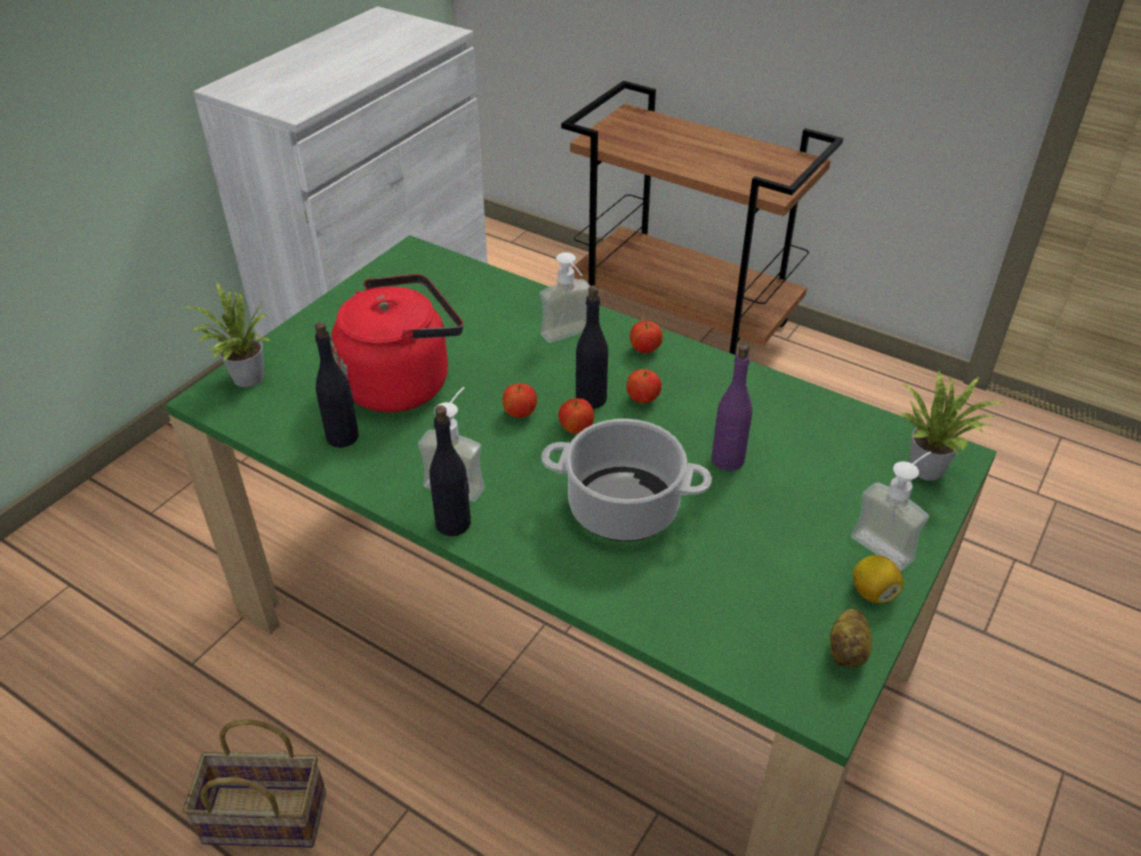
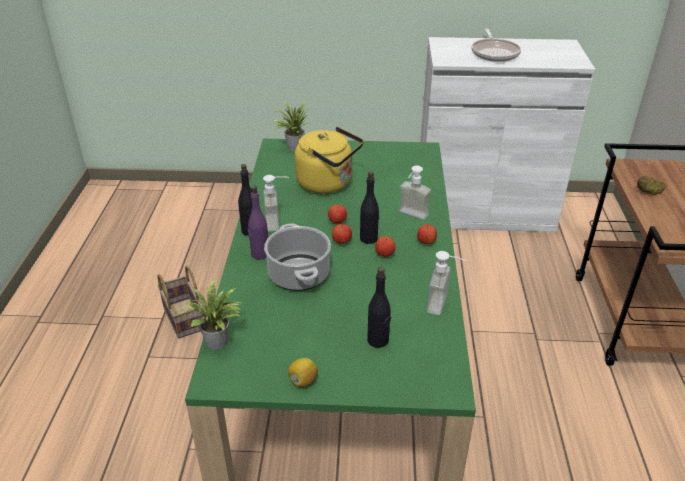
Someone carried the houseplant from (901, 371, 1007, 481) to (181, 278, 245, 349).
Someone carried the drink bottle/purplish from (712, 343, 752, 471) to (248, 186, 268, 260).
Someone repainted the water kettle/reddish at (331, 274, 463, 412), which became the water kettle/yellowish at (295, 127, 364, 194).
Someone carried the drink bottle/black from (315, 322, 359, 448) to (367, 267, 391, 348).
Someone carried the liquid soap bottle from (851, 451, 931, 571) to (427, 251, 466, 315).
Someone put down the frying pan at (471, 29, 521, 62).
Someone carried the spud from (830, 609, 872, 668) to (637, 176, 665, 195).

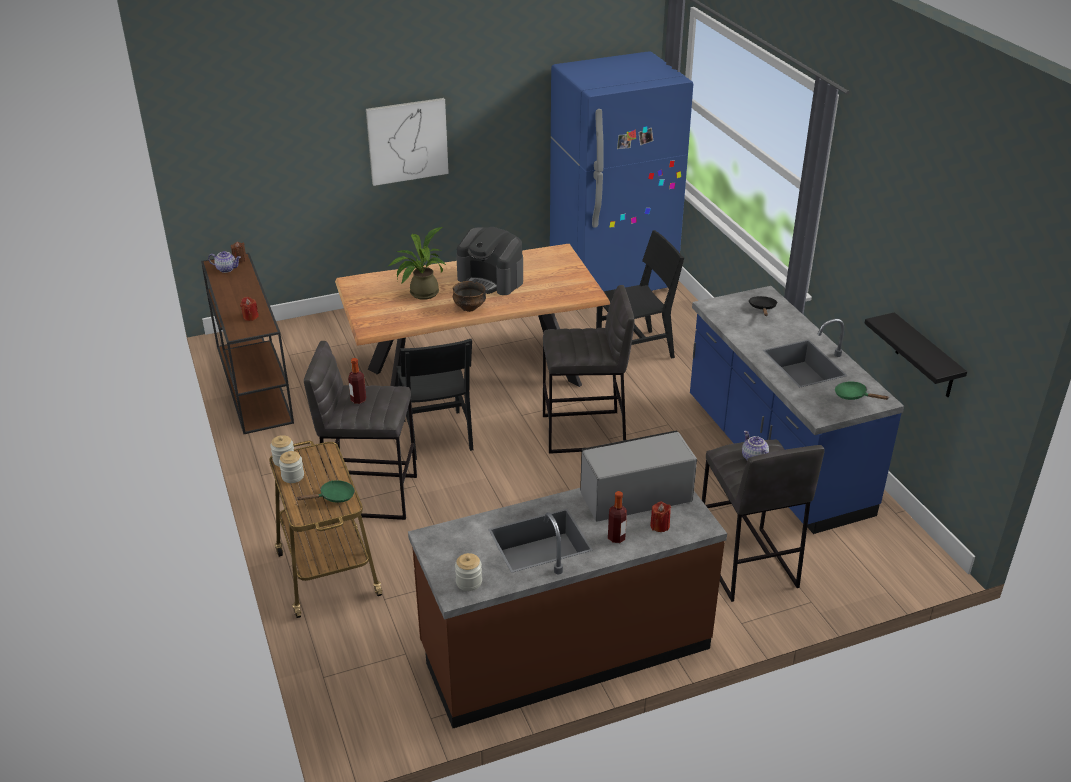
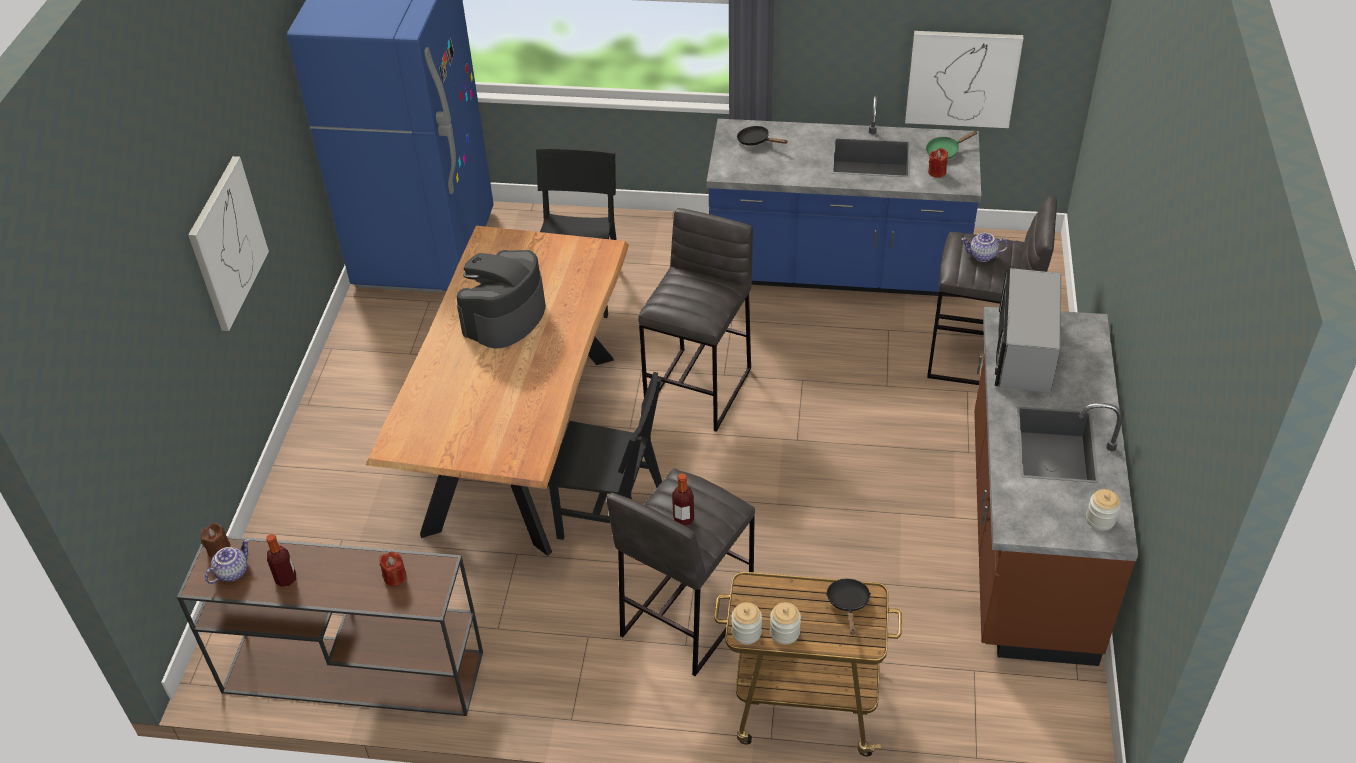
Someone carried the drink bottle from (608, 491, 627, 543) to (266, 534, 296, 587).
Someone rotated the coffee machine at (456, 227, 523, 295) by 150 degrees clockwise.
Someone repainted the frying pan/green-coloured at (296, 480, 355, 503), which became the frying pan/black at (826, 579, 871, 635).
Someone swapped the bracket shelf/black at (864, 312, 967, 397) for the wall picture at (905, 31, 1023, 128).
Someone carried the wax candle/reddish from (650, 502, 671, 532) to (928, 148, 948, 178).
Someone took away the houseplant at (388, 227, 446, 300).
Someone took away the deep dish at (453, 281, 486, 312).

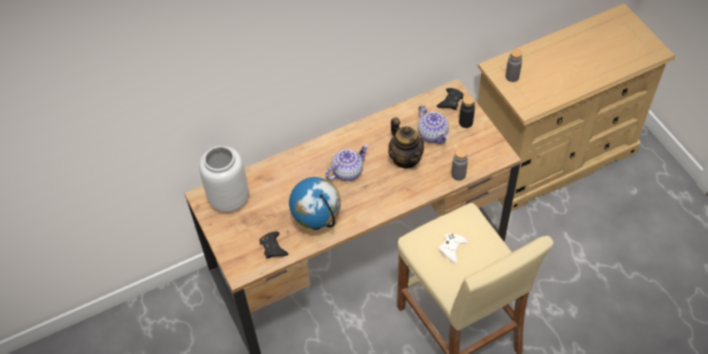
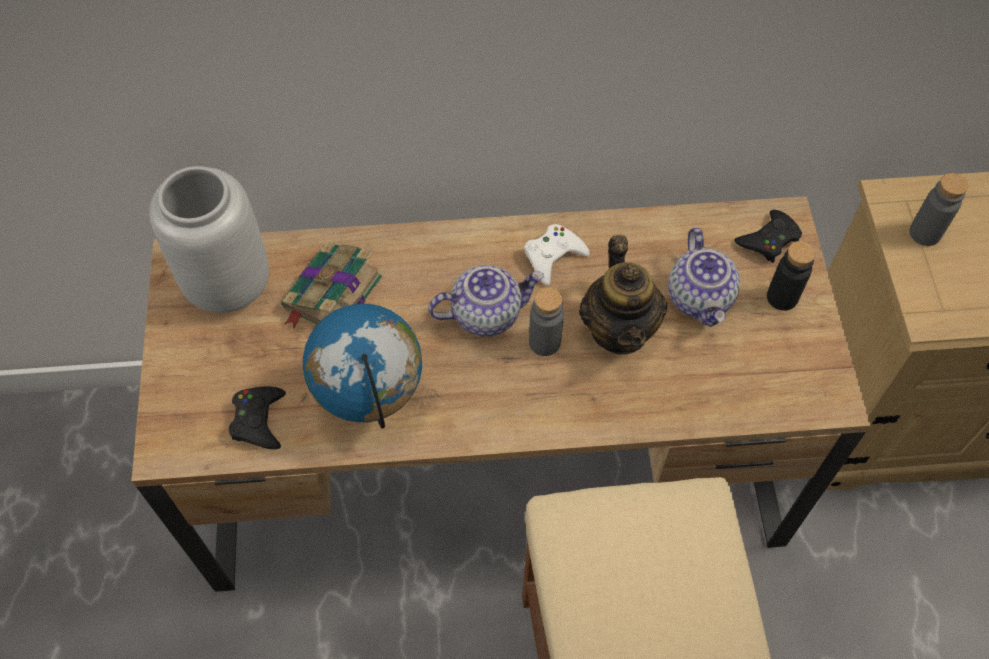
Someone put down the book at (281, 242, 382, 329).
Someone carried the joypad/whitish from (439, 233, 468, 264) to (524, 224, 590, 286).
Someone carried the drink bottle/greyish from (451, 148, 468, 181) to (529, 287, 564, 356).

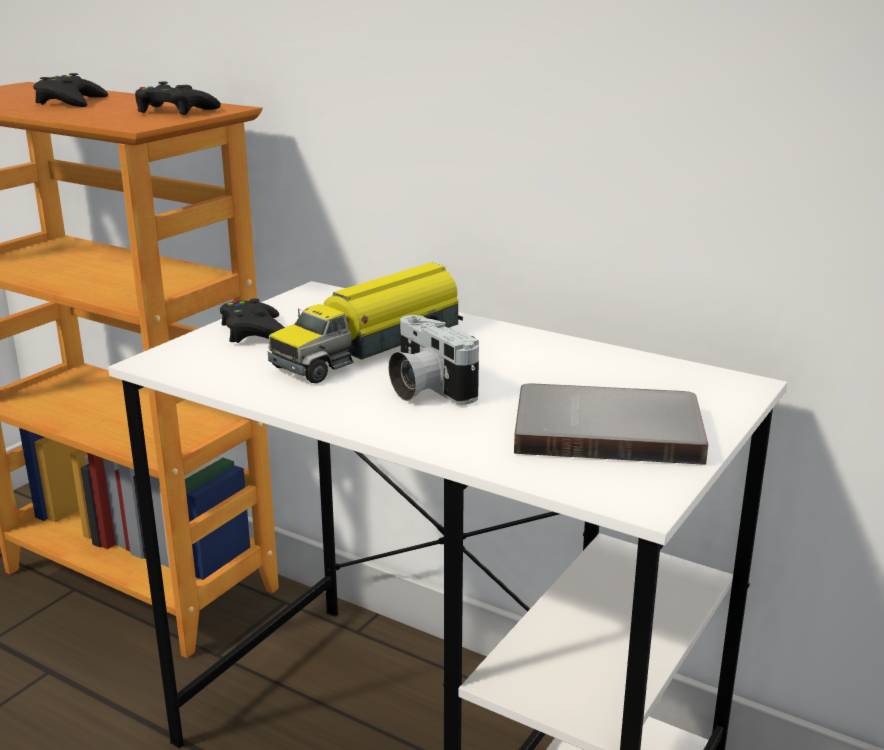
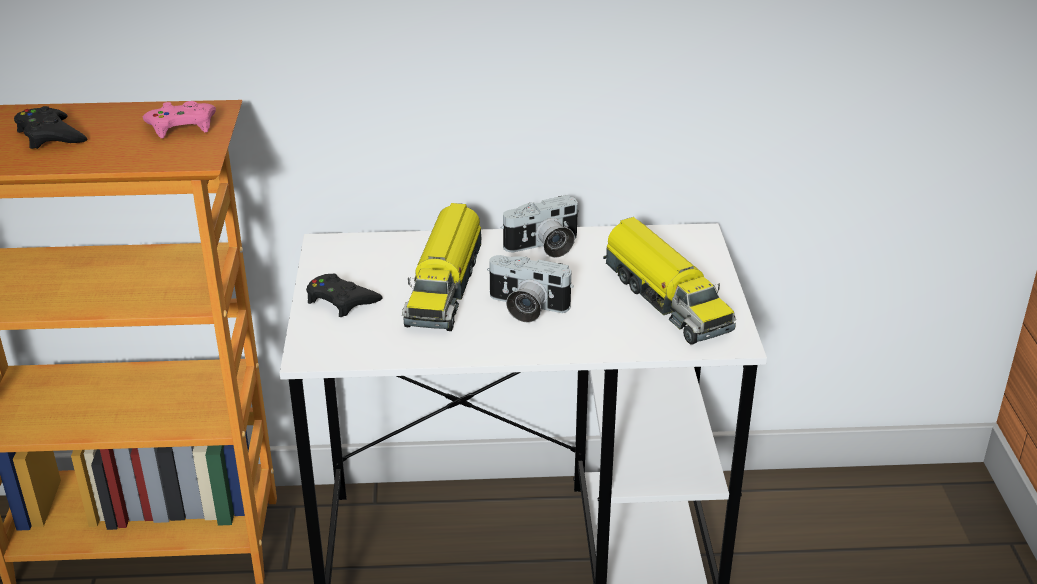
Someone repainted the joypad/black at (135, 82, 221, 115), which became the joypad/pink-coloured at (143, 101, 216, 138).
Someone put down the photo camera at (501, 195, 579, 258).
Someone swapped the book/greyish at (514, 384, 708, 465) for the toy lorry at (603, 217, 736, 345).

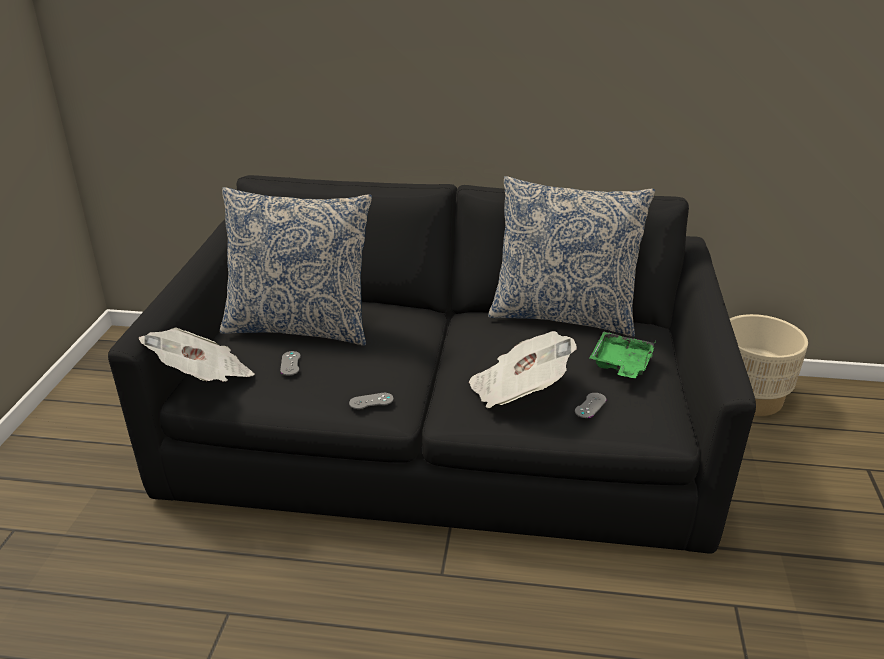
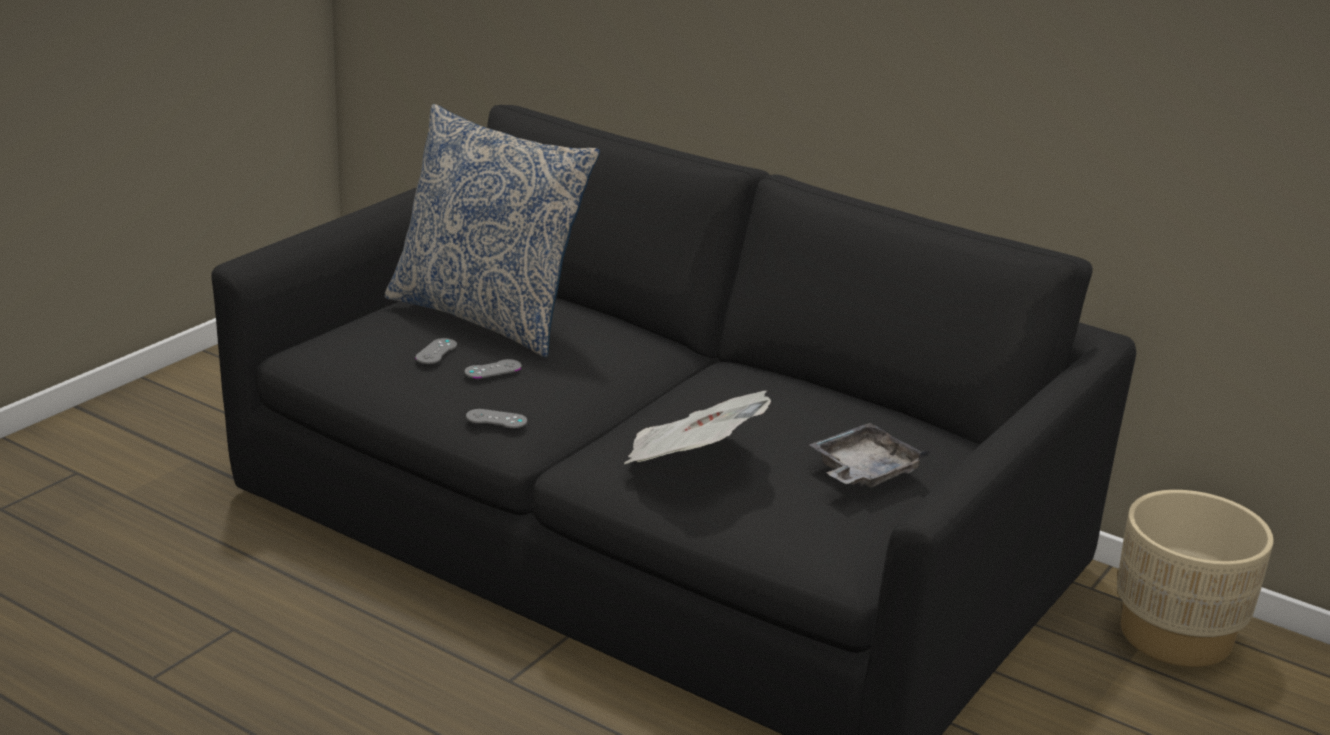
Someone carried the joypad/greyish from (575, 393, 606, 418) to (465, 359, 522, 379).
Someone repainted the serving tray/green-coloured at (590, 331, 657, 378), which became the serving tray/greyish at (809, 423, 931, 487).
Someone took away the newspaper at (139, 327, 255, 382).
Someone took away the throw pillow at (488, 176, 655, 337).

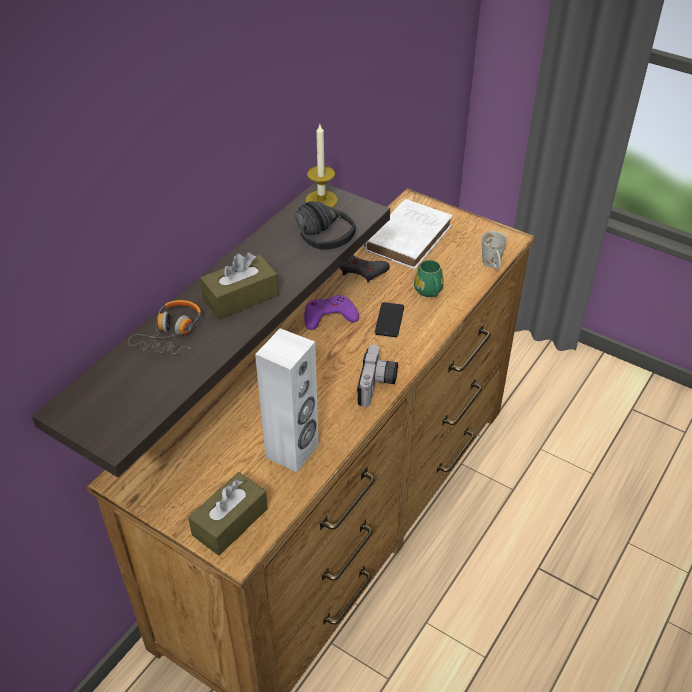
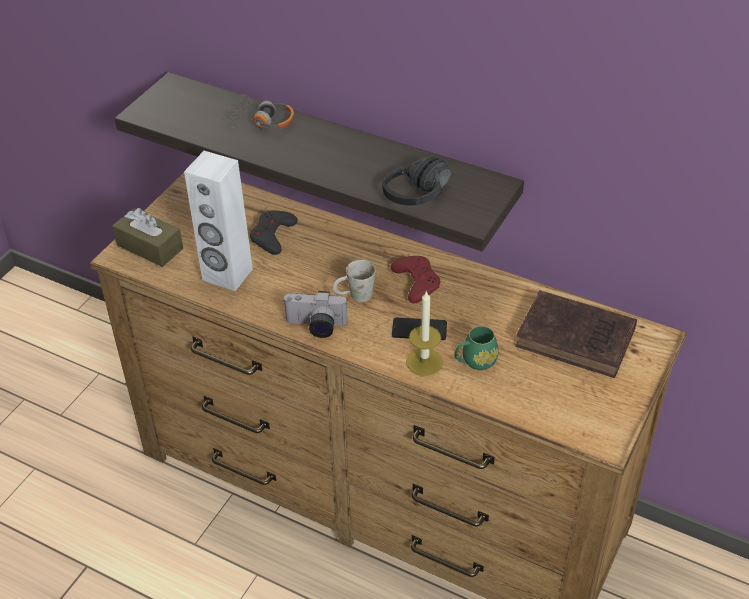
Someone carried the joypad/greyish from (340, 255, 390, 283) to (250, 211, 298, 255).
Someone carried the tea mug/whitish from (482, 231, 507, 270) to (333, 260, 376, 302).
Someone repainted the joypad/purplish at (304, 295, 359, 330), which became the joypad/reddish at (390, 256, 440, 304).
Someone carried the wax candle from (306, 124, 338, 209) to (406, 290, 443, 376).
Someone repainted the book/whitish at (364, 199, 453, 269), which became the book/brown-coloured at (515, 290, 637, 378).
Someone took away the tissue holder/brown-coloured at (200, 253, 279, 320).

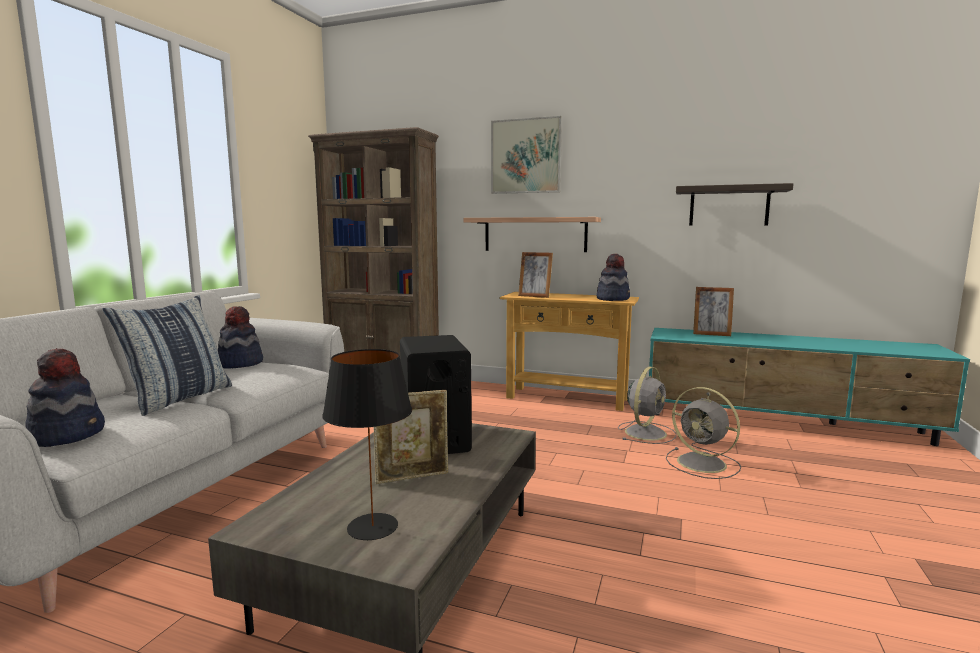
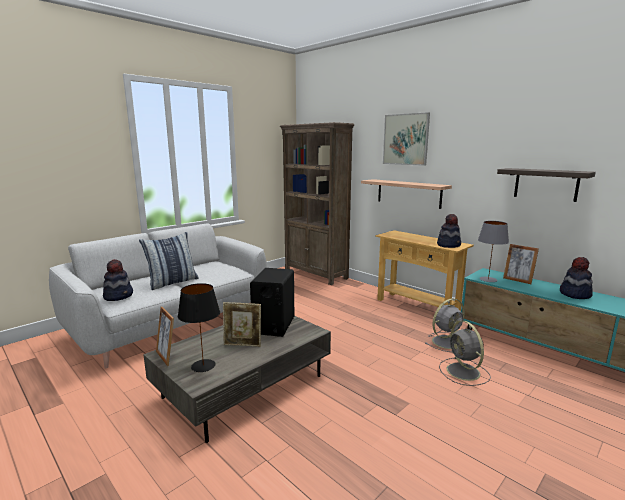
Someone carried the photo frame from (518, 252, 553, 298) to (156, 307, 174, 366).
Someone put down the tabletop lamp/greyish at (478, 221, 509, 282).
Someone carried the wearable hat from (218, 306, 263, 369) to (560, 257, 593, 299).

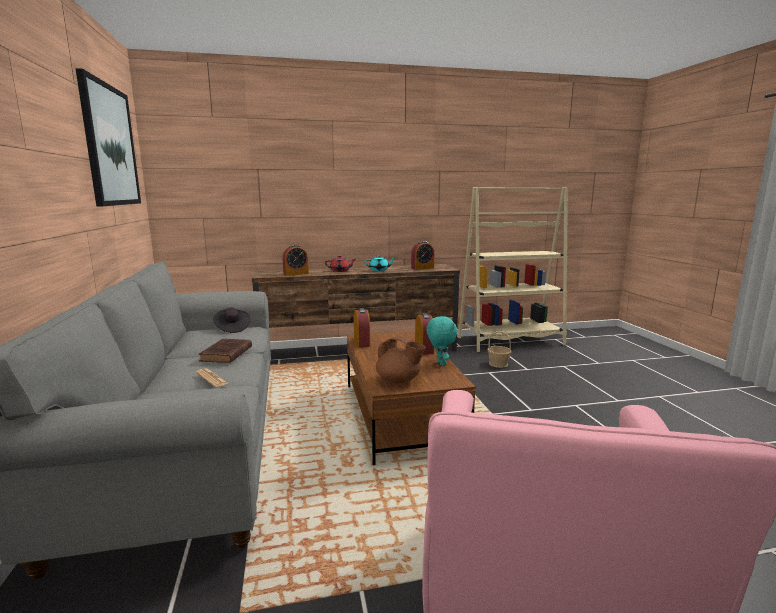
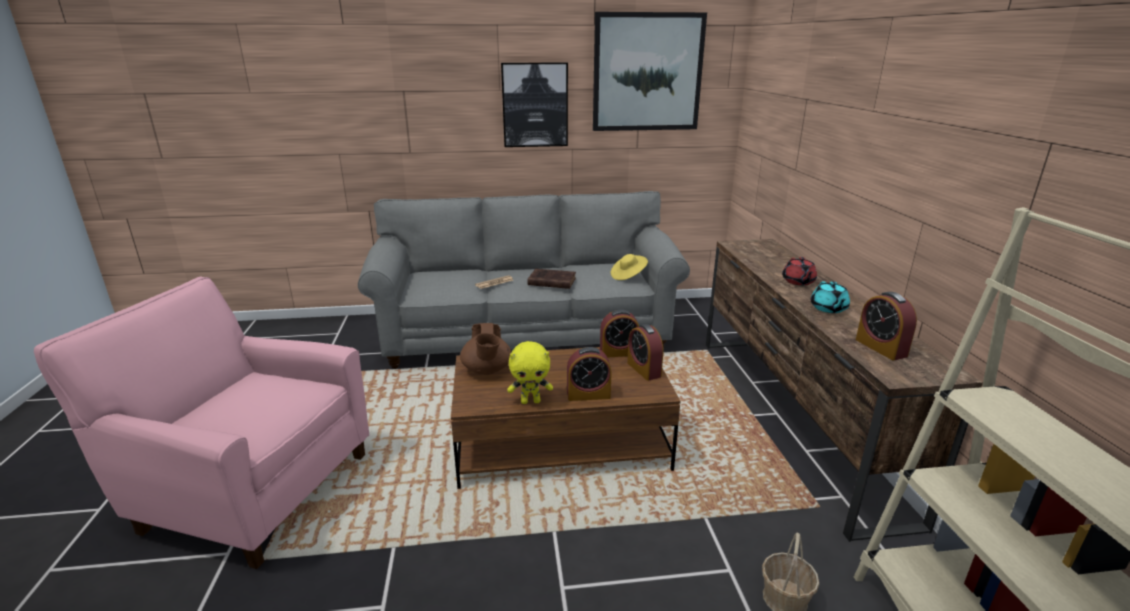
Someone rotated the pot for tea/brown-coloured at (376, 336, 426, 384) by 45 degrees counterclockwise.
Someone put up the wall picture at (501, 63, 568, 147).
Someone repainted the soft toy/turquoise-coloured at (426, 316, 458, 366), which became the soft toy/yellowish at (507, 341, 553, 404).
Someone repainted the wearable hat/black at (213, 307, 251, 333), which became the wearable hat/yellowish at (611, 254, 648, 280).
Someone carried the alarm clock from (283, 245, 309, 276) to (627, 324, 663, 381).

